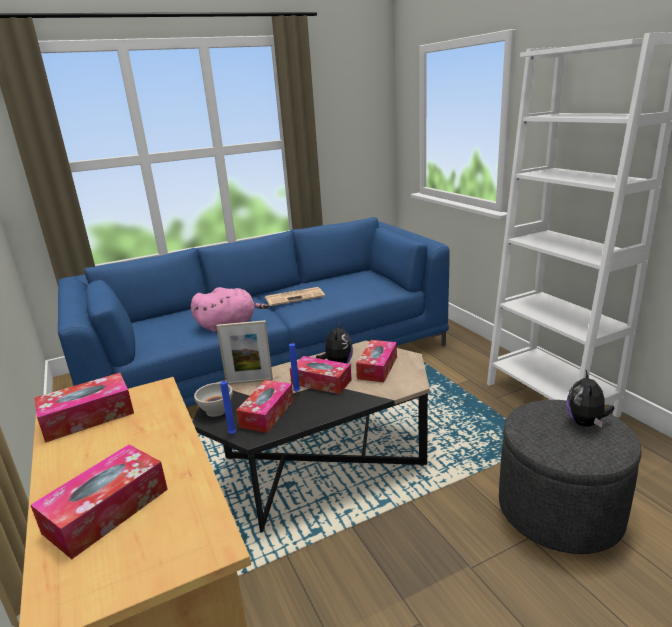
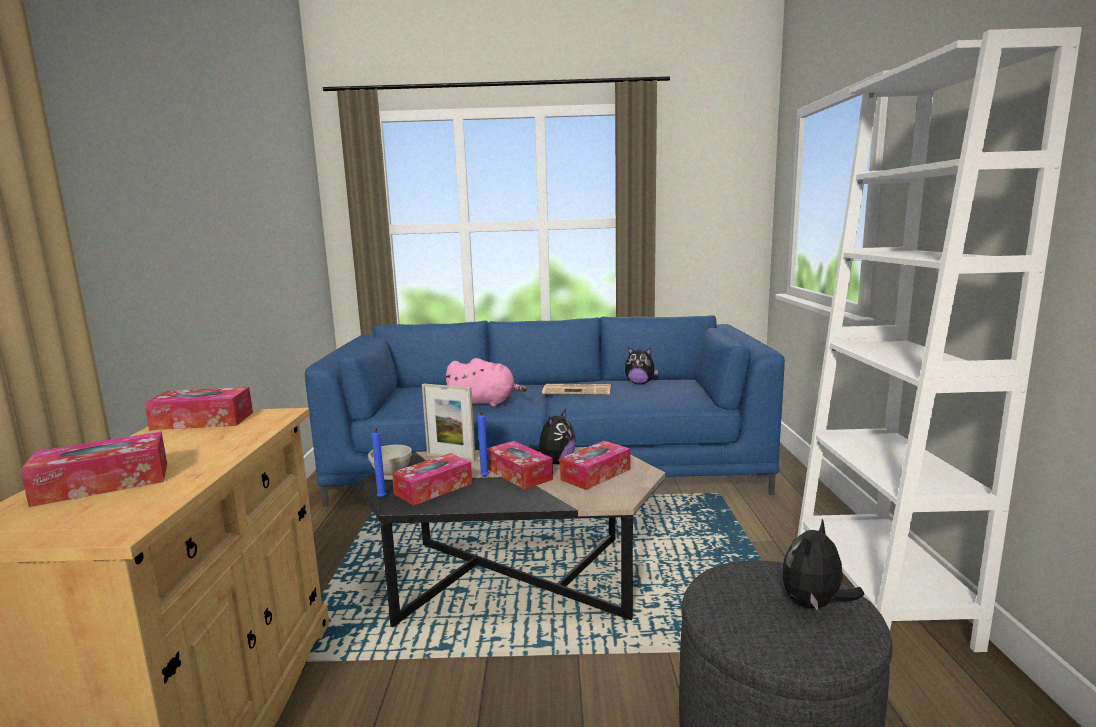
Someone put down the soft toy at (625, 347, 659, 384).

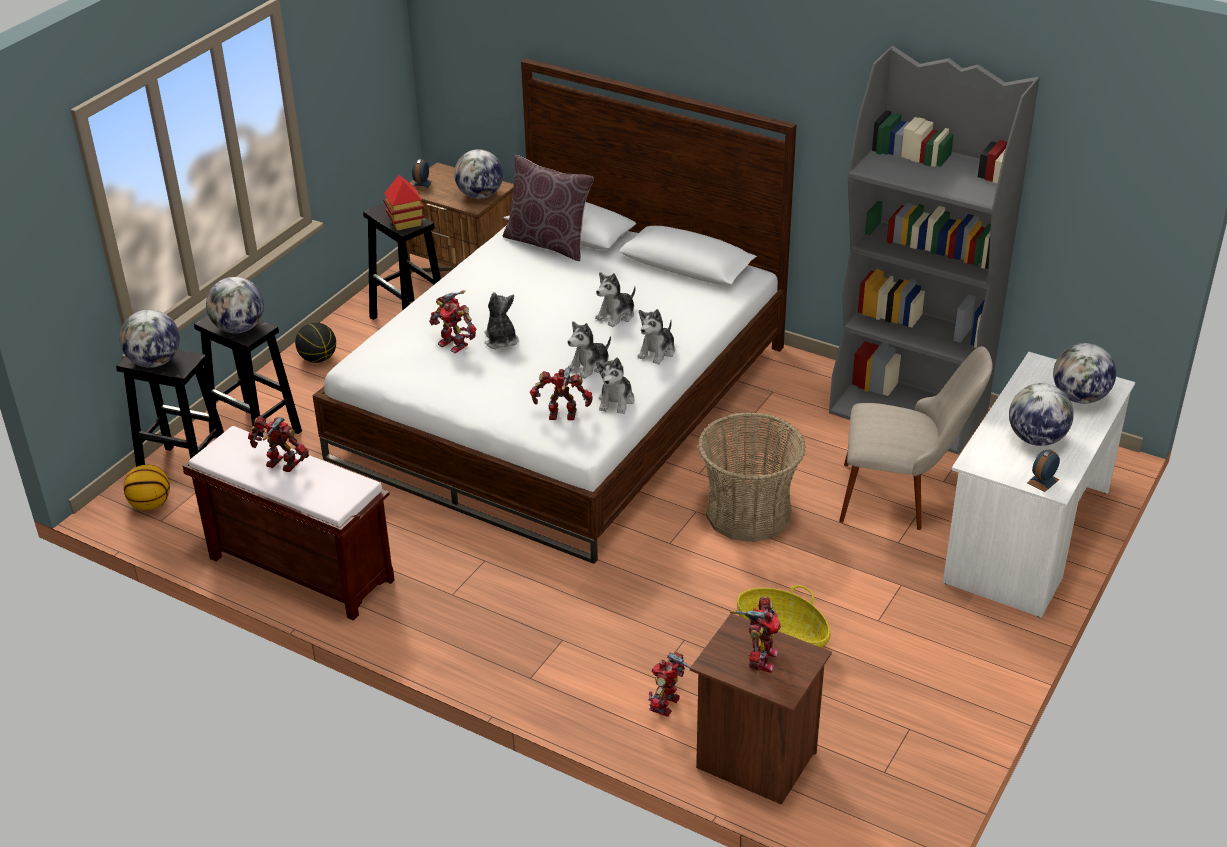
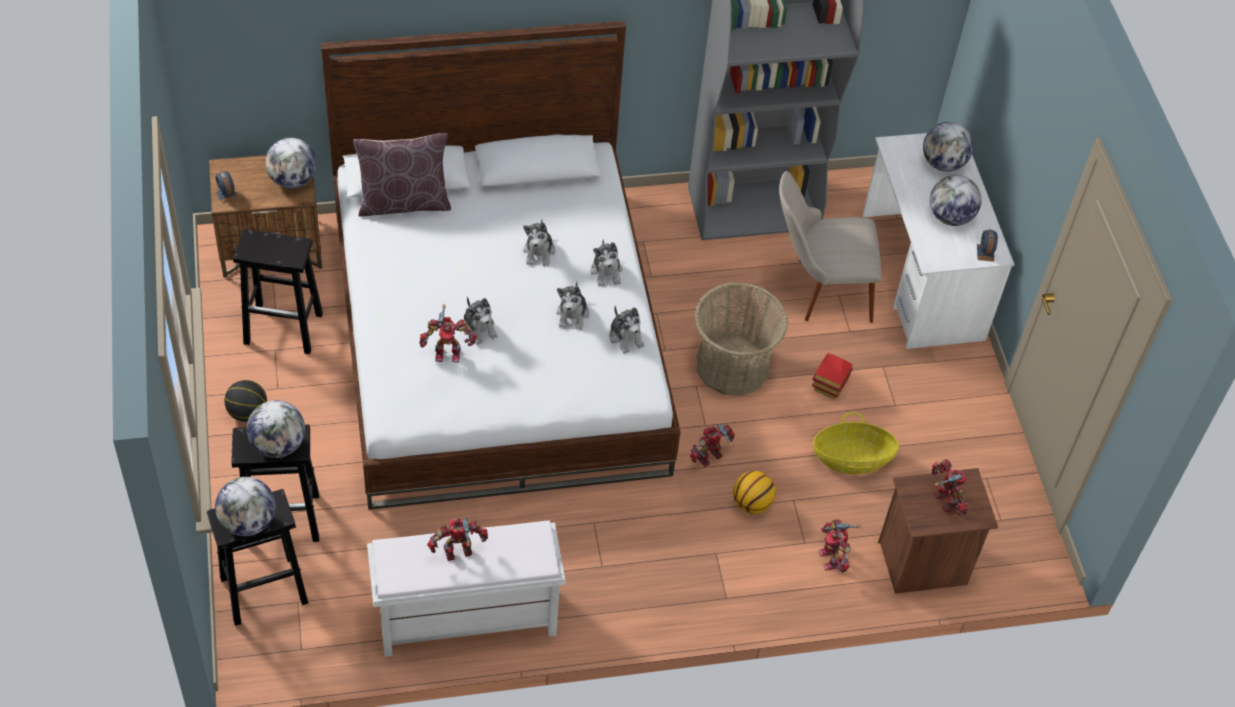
Someone repainted the bench/brown-coloured at (183, 426, 395, 621), which became the bench/whitish at (367, 520, 566, 657).
Someone rotated the soft toy at (484, 292, 519, 349) by 150 degrees counterclockwise.
Someone carried the toy robot from (530, 368, 593, 420) to (690, 423, 735, 467).
Someone carried the basketball from (124, 465, 170, 510) to (733, 471, 776, 514).
Someone rotated the upright chair/beige-coloured at (839, 346, 993, 530) by 150 degrees counterclockwise.
Someone carried the model house from (383, 175, 425, 231) to (812, 353, 853, 399).

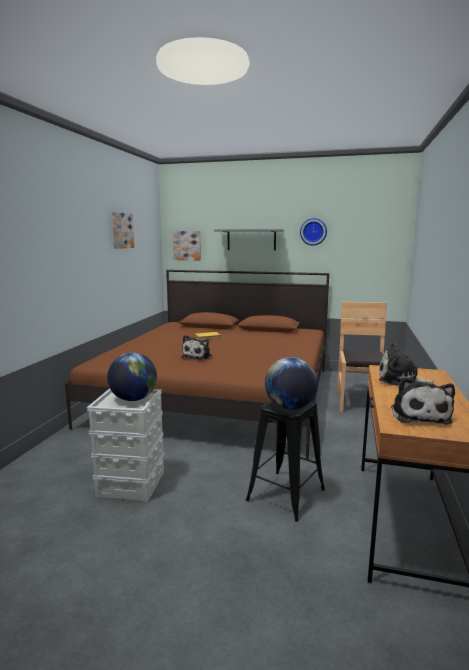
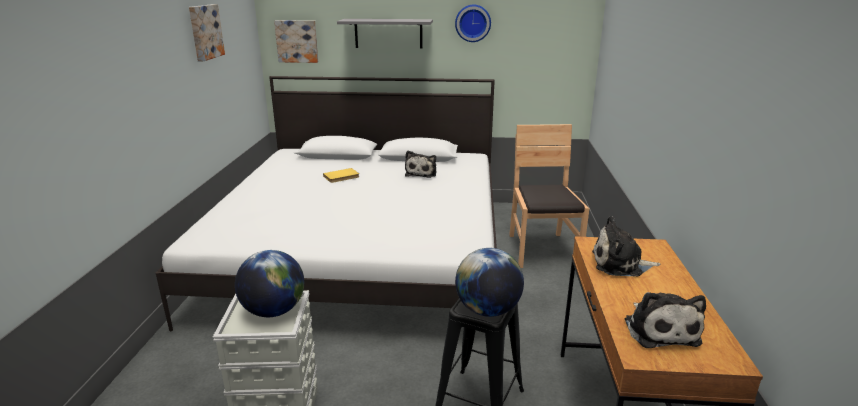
Someone repainted the bedroom bed/brown-coloured at (65, 270, 329, 459), which became the bedroom bed/whitish at (156, 76, 497, 331).
Someone carried the soft toy from (181, 335, 212, 360) to (405, 151, 436, 178).

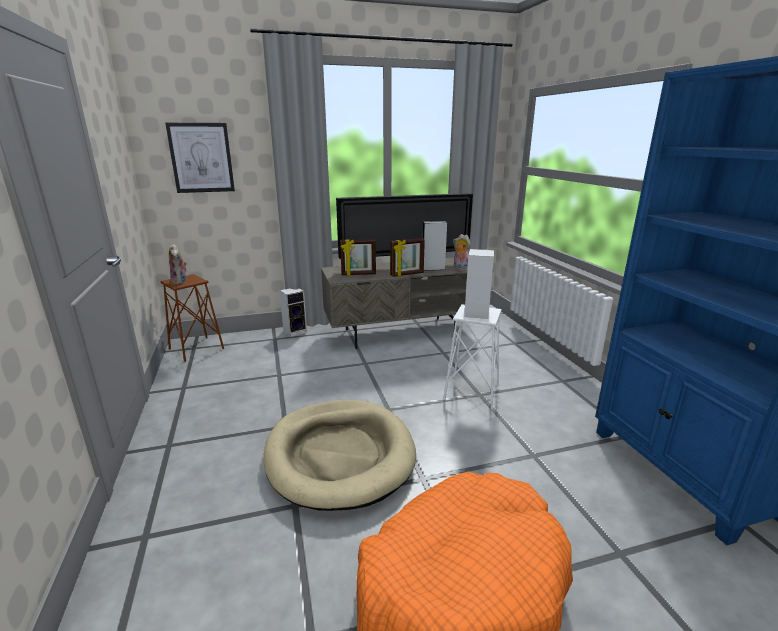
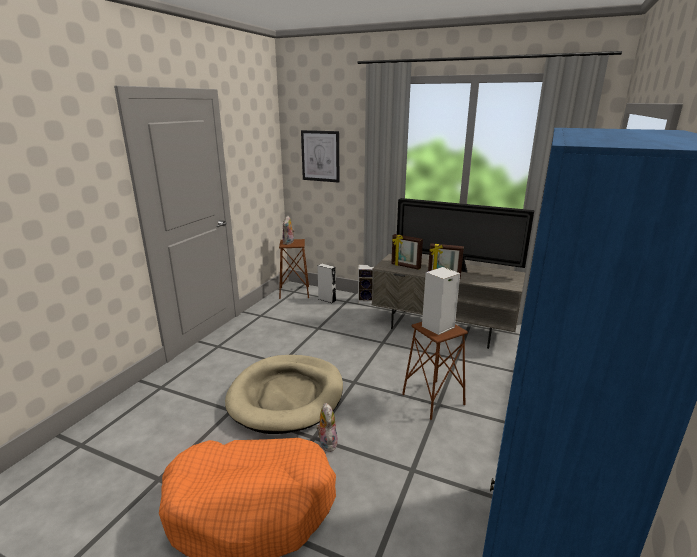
Someone carried the soft toy from (453, 234, 470, 271) to (316, 403, 338, 452).
Someone carried the audio speaker/greyish from (423, 221, 447, 271) to (317, 264, 336, 303).
Someone repainted the stool/whitish at (443, 304, 502, 409), which became the stool/brown-coloured at (402, 322, 468, 420).

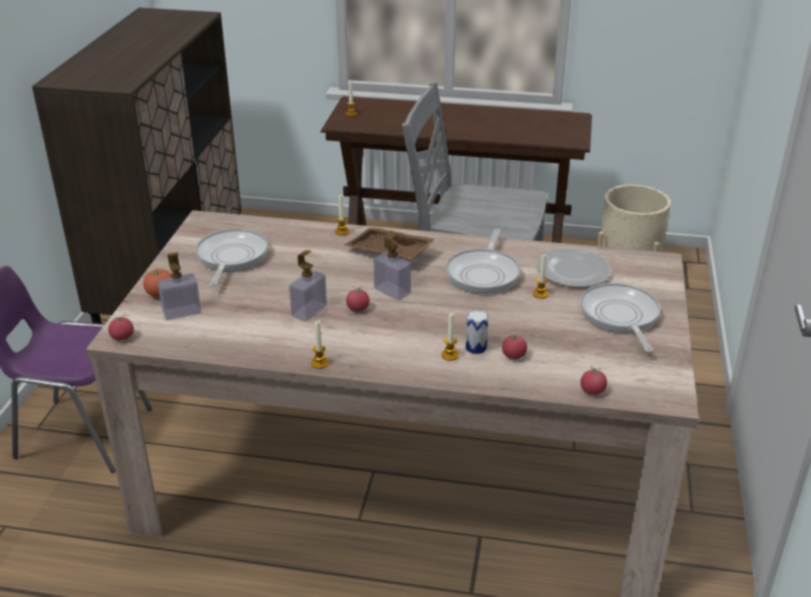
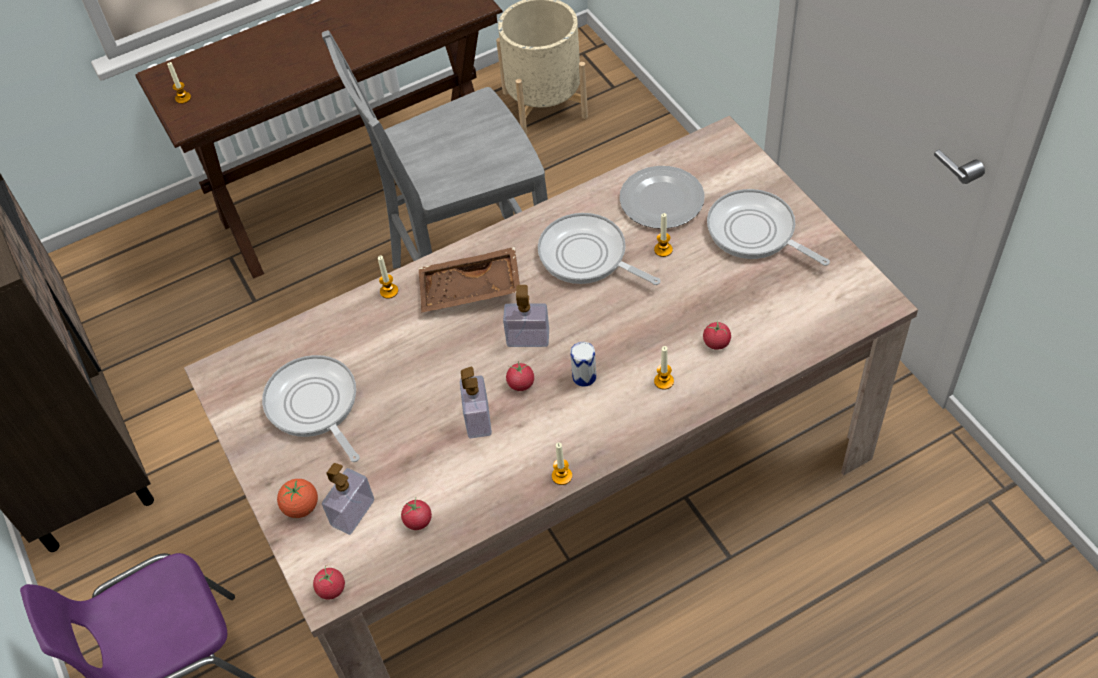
Someone carried the fresh tomato from (580, 366, 607, 395) to (401, 498, 432, 530).
Someone rotated the frying pan at (446, 228, 521, 294) by 150 degrees clockwise.
Someone carried the sealed can from (466, 310, 488, 354) to (570, 342, 596, 387).

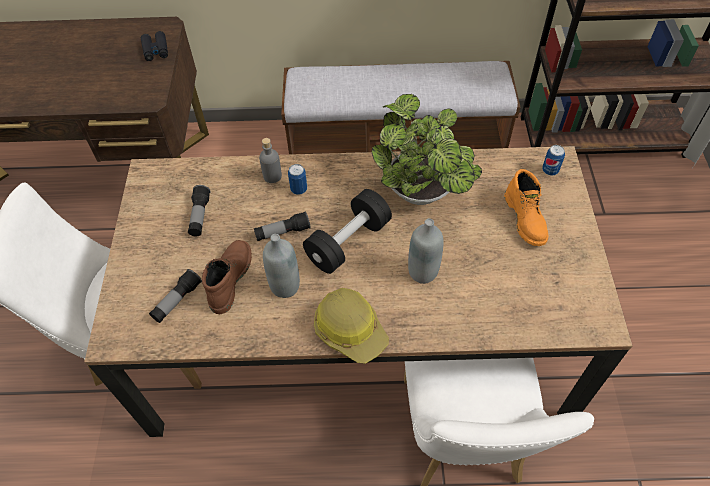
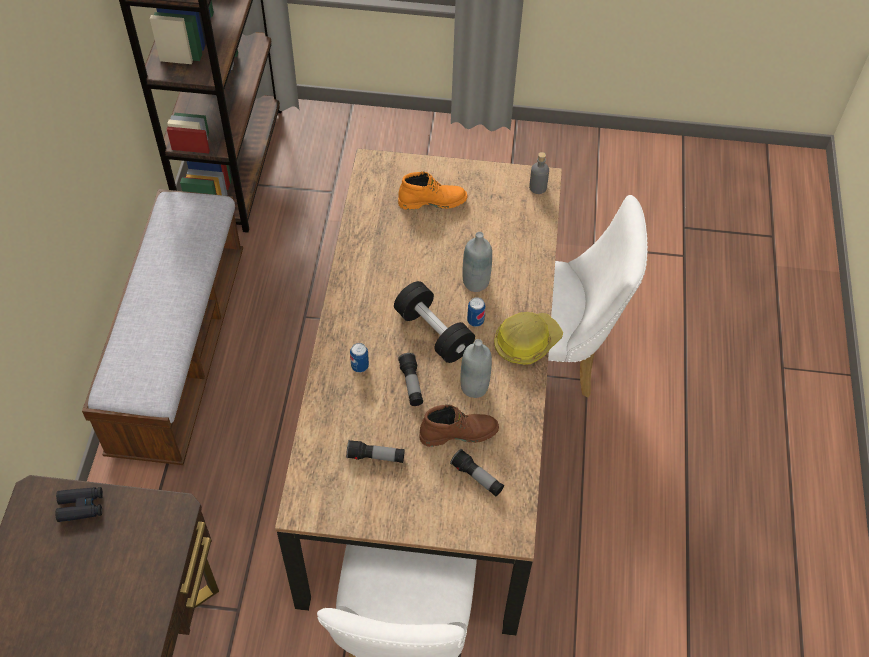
Someone rotated the tall boot/brown-coloured at (202, 240, 252, 314) by 150 degrees clockwise.
Someone carried the sealed can from (542, 145, 565, 176) to (467, 297, 485, 327).
Someone carried the drink bottle/greyish from (259, 138, 282, 183) to (529, 152, 549, 194).
Someone took away the houseplant at (372, 94, 482, 205).

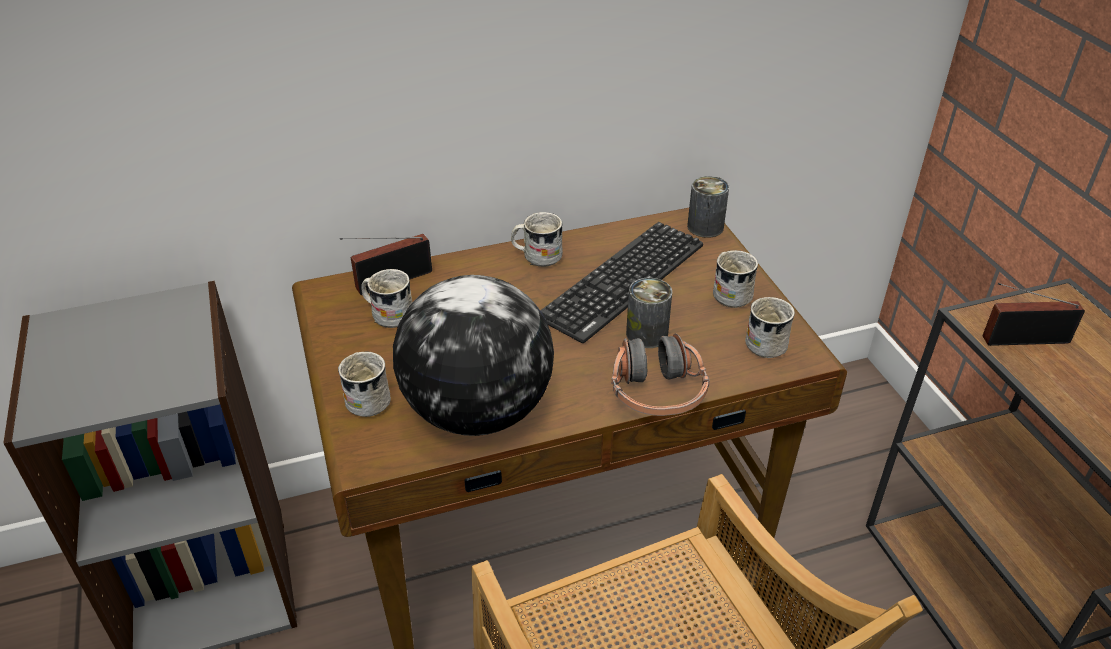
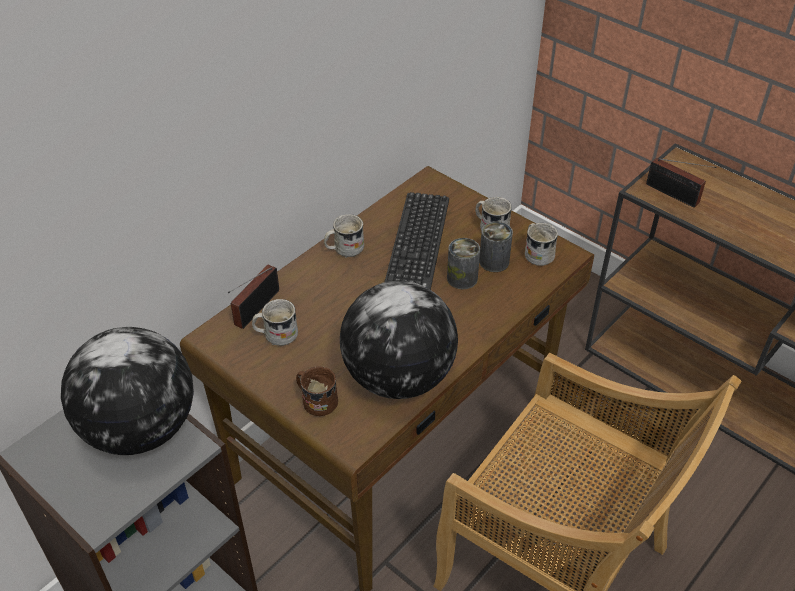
Someone put down the desk globe at (61, 327, 194, 455).
Someone repainted the tea mug/whitish at (338, 352, 391, 417), which became the tea mug/brown-coloured at (296, 367, 338, 416).
Someone carried the sealed can from (687, 176, 729, 238) to (479, 221, 513, 272).
Someone rotated the radio receiver at (983, 283, 1085, 346) by 105 degrees counterclockwise.
Someone took away the pair of headphones at (611, 334, 710, 416).

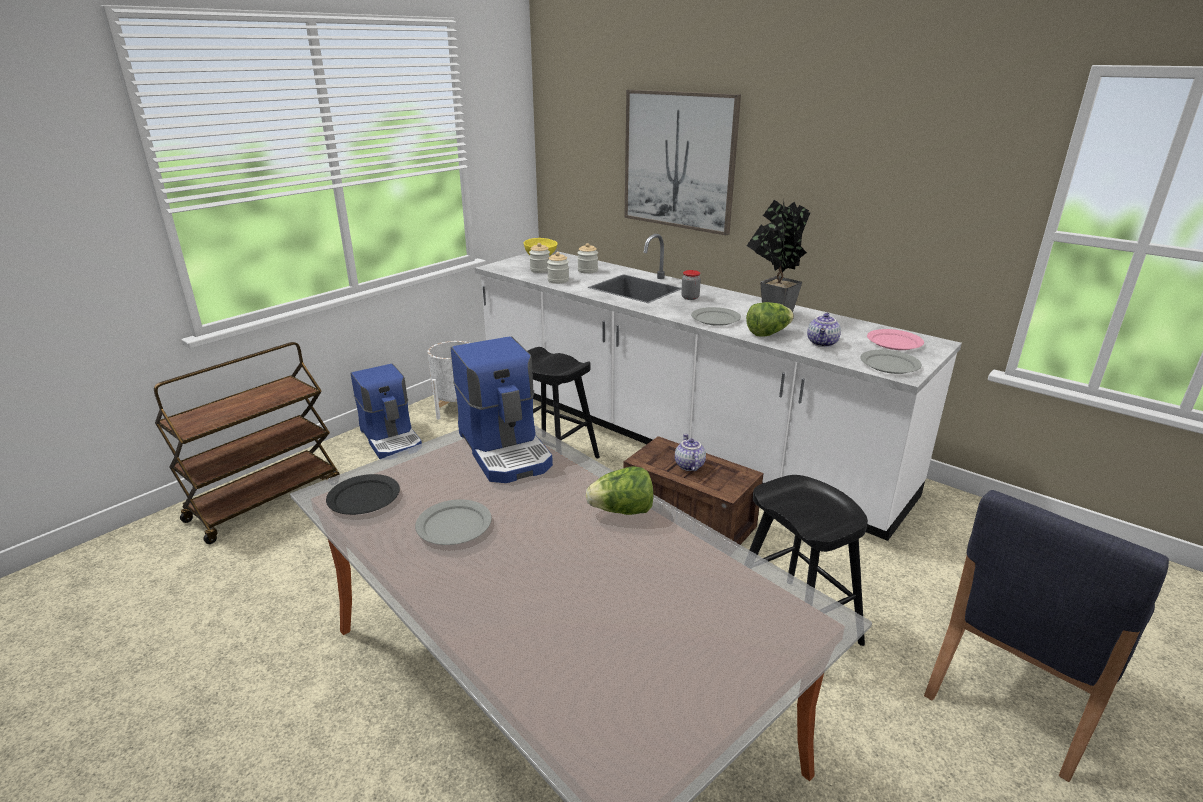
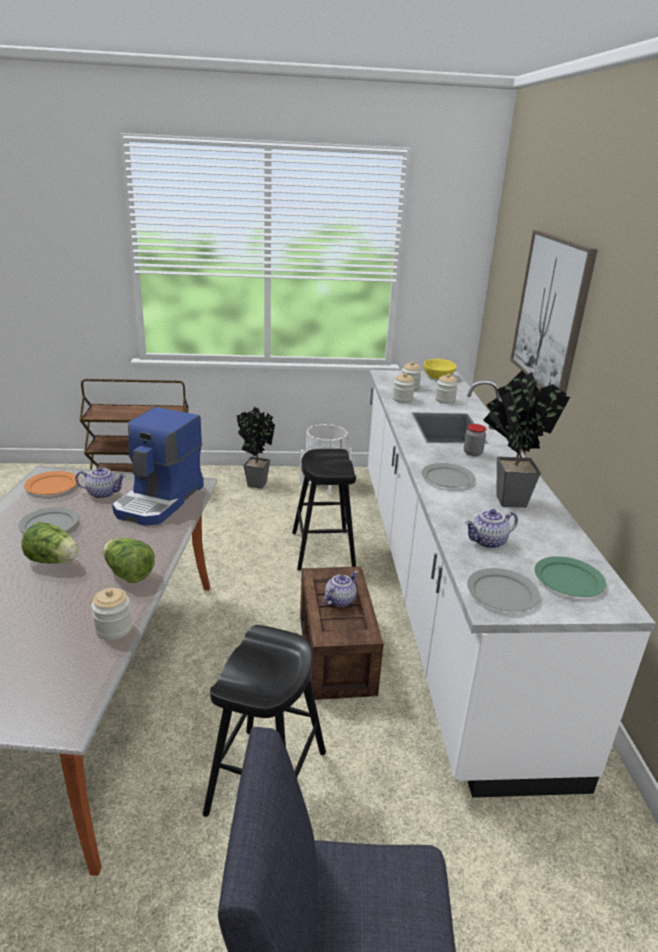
Someone carried the lettuce head from (746, 302, 794, 337) to (22, 522, 79, 564).
Someone repainted the dinner plate/black at (326, 474, 400, 515), which became the dinner plate/orange at (24, 471, 79, 495).
Someone put down the pot for tea at (75, 467, 126, 499).
Someone put down the storage jar at (91, 588, 132, 640).
Someone swapped the coffee machine at (351, 364, 422, 459) for the houseplant at (237, 406, 275, 489).
Someone repainted the dinner plate/pink-coloured at (867, 329, 924, 350), which became the dinner plate/green-coloured at (535, 556, 606, 597).

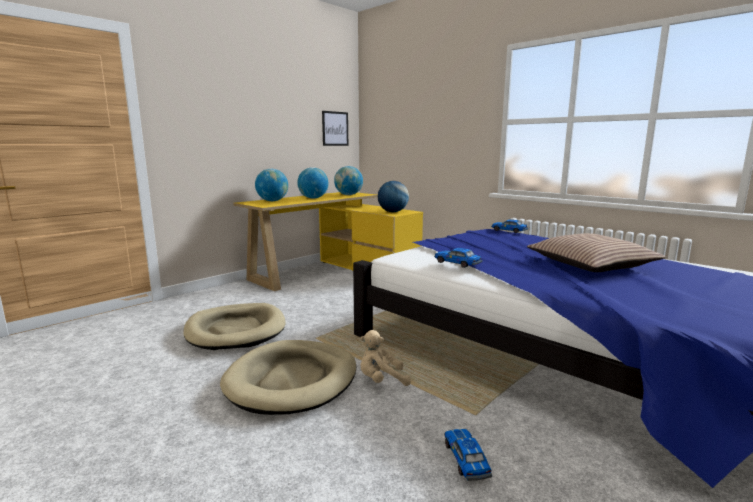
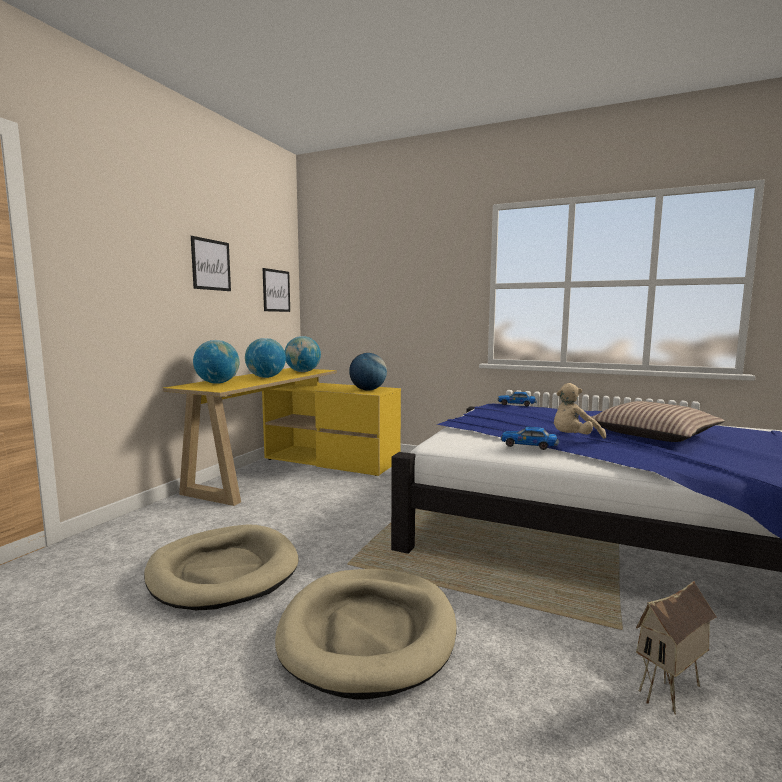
Someone put up the wall picture at (191, 236, 231, 291).
Someone carried the soft toy/beige-coloured from (360, 330, 411, 386) to (554, 383, 606, 439).
Someone swapped the toy car at (445, 429, 492, 481) for the model house at (636, 581, 716, 715).

